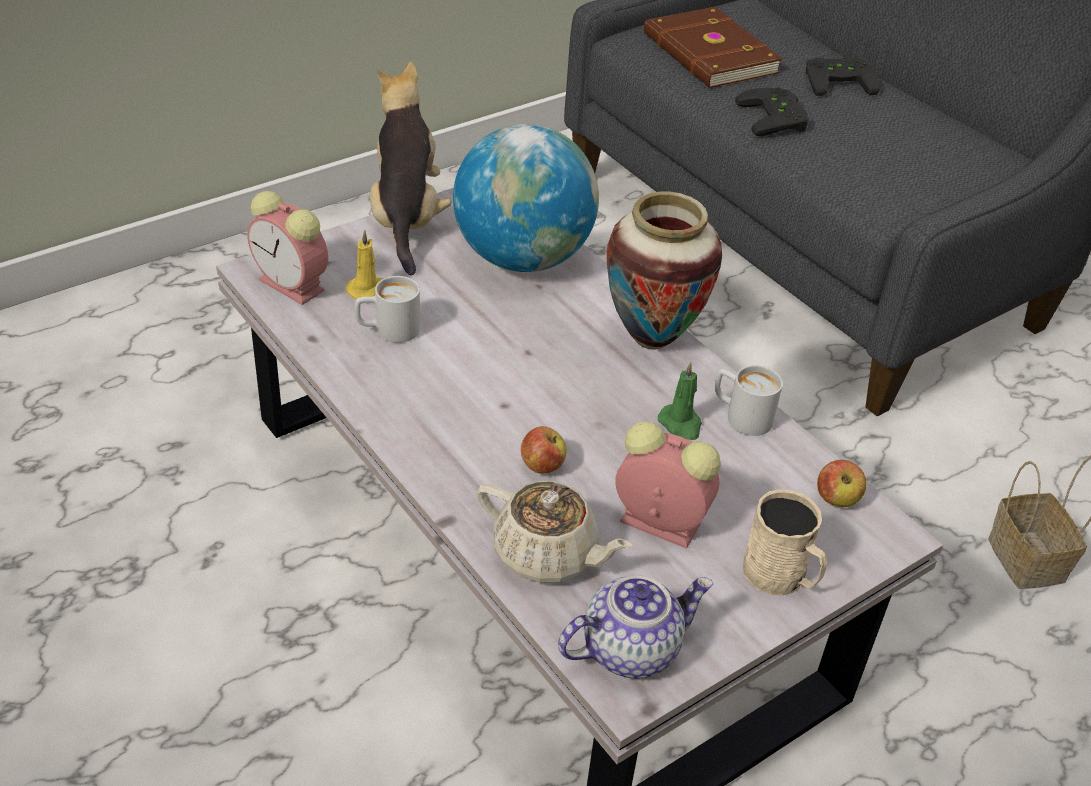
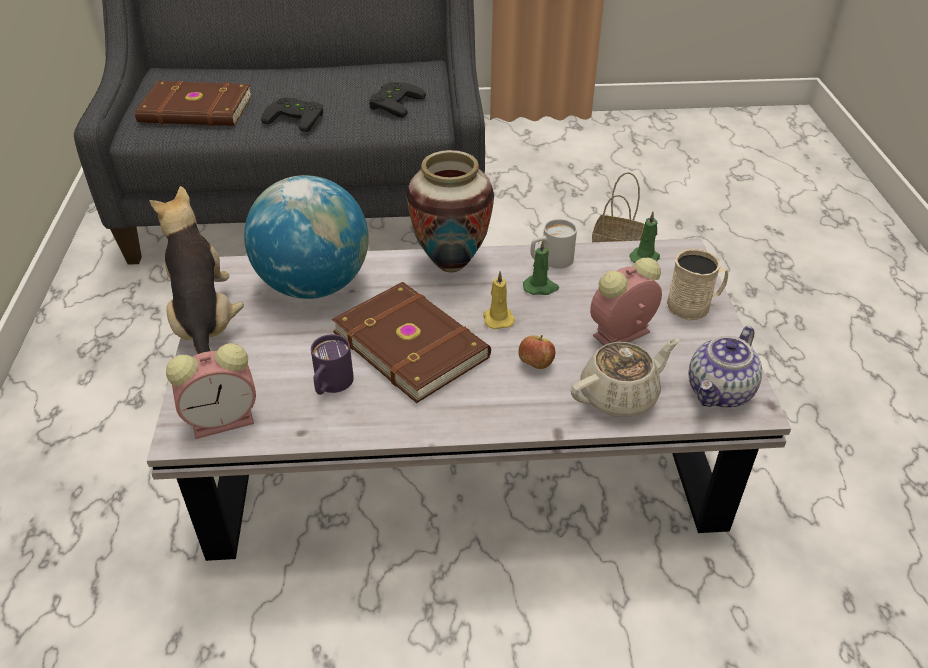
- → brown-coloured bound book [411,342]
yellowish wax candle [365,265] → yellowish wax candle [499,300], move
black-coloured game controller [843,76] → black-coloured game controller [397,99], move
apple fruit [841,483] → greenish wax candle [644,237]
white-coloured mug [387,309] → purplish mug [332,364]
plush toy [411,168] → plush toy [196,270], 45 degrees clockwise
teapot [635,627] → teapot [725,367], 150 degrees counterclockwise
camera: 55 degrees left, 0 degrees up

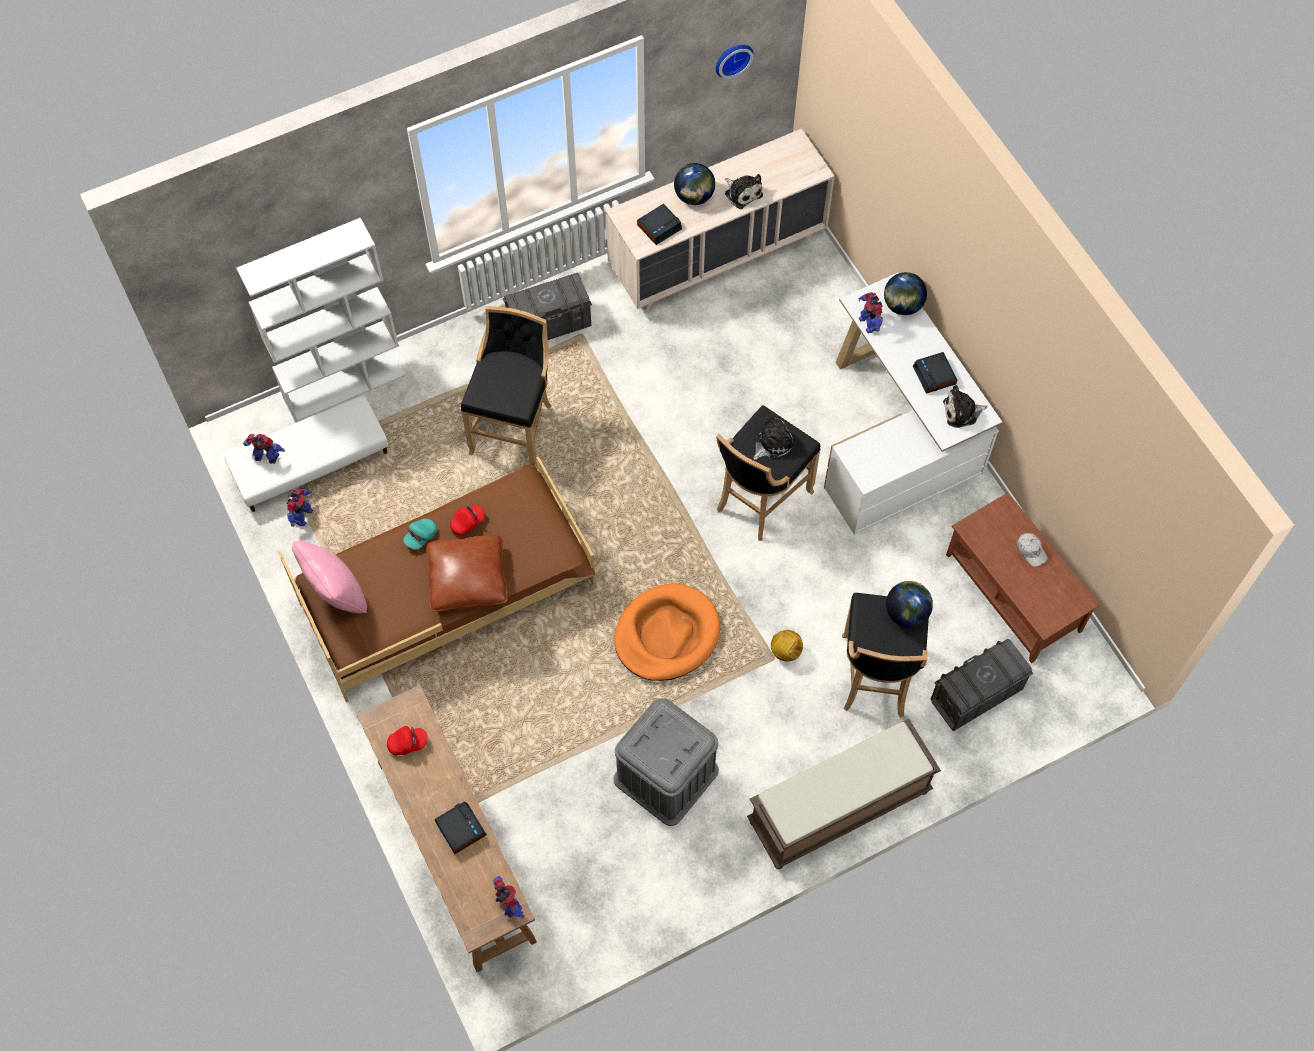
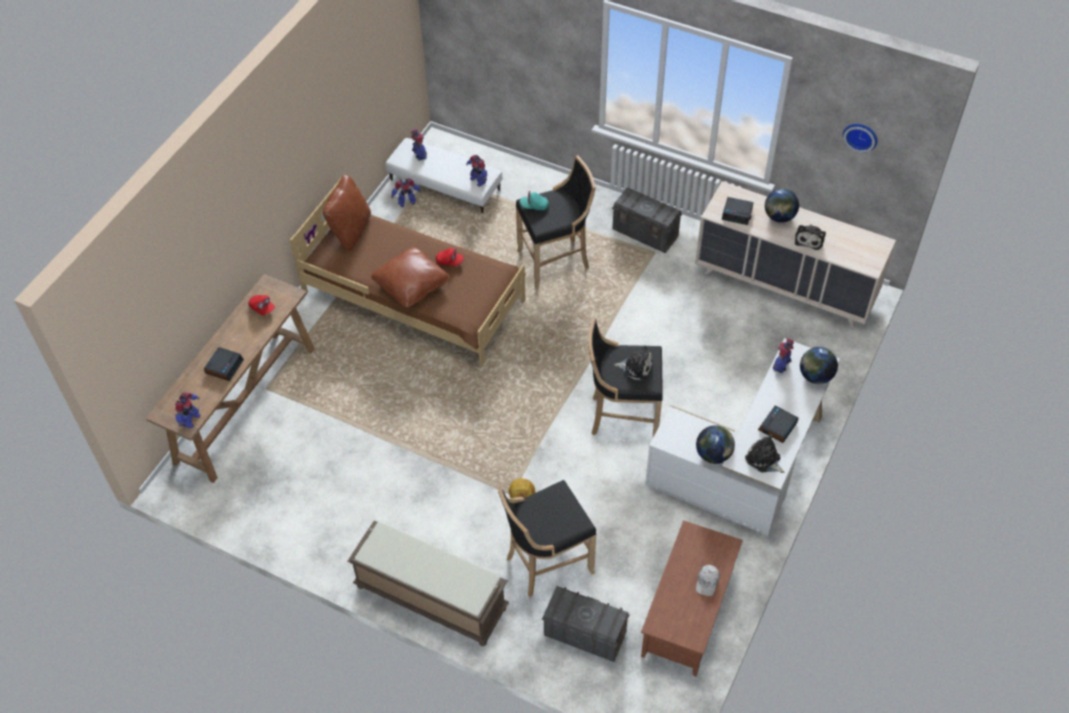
white-coloured bookcase [321,320] → -
gray storage bin [666,762] → -
orange-coloured pet bed [667,632] → -
- → model robot [476,171]
turquoise cap [420,534] → turquoise cap [534,200], move
globe [909,604] → globe [715,444], move
pink throw pillow [329,577] → brown-coloured throw pillow [347,212]
camera: 55 degrees right, 10 degrees down

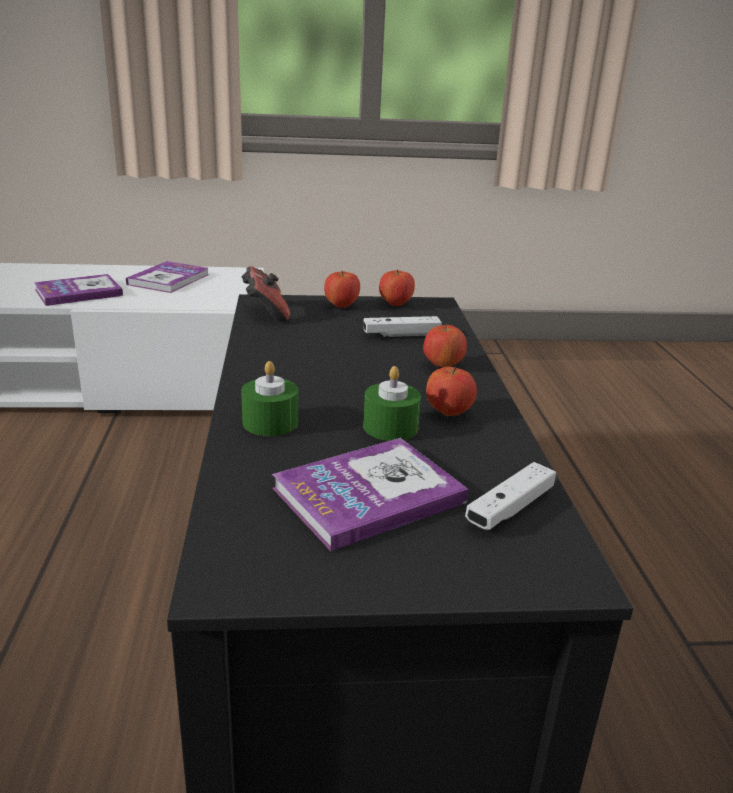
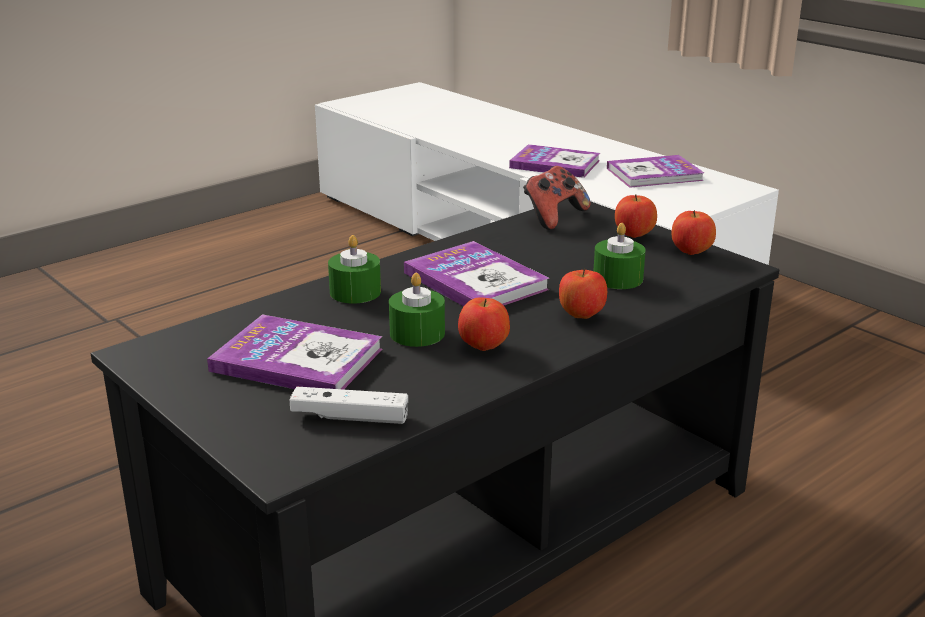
- → bound book [476,273]
white-coloured game controller [402,326] → greenish wax candle [619,256]
camera: 55 degrees right, 0 degrees up

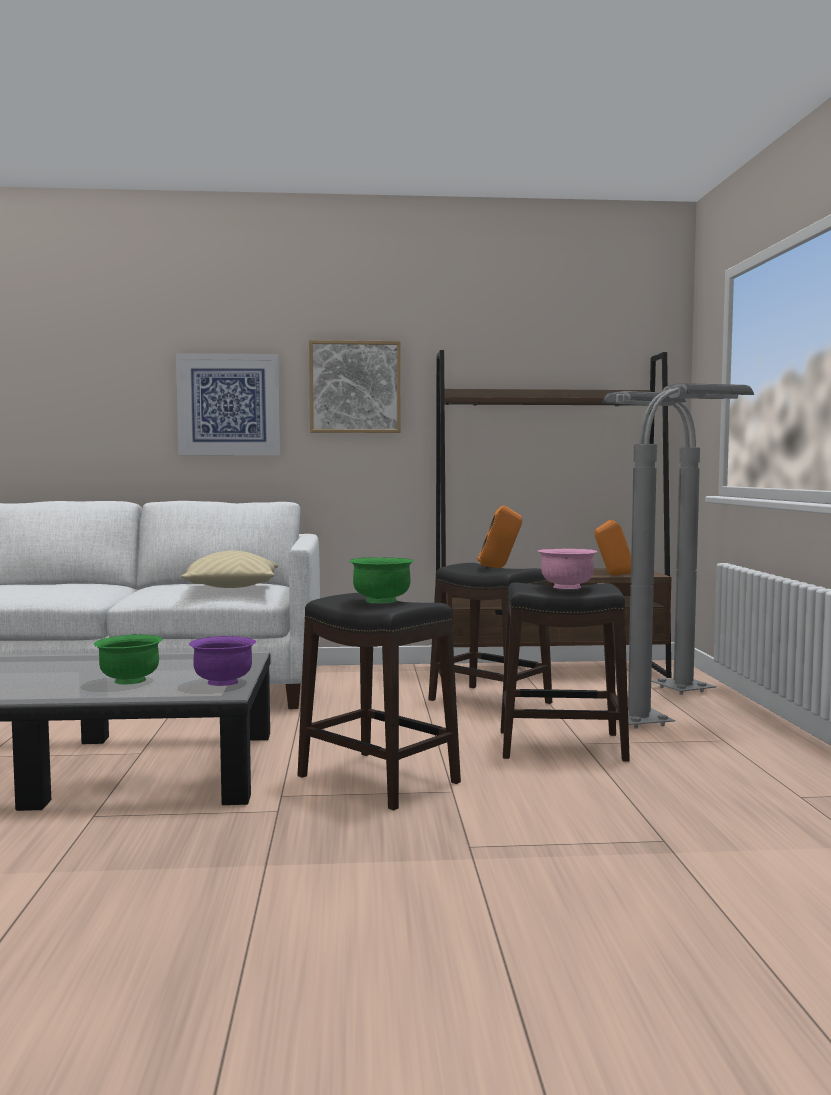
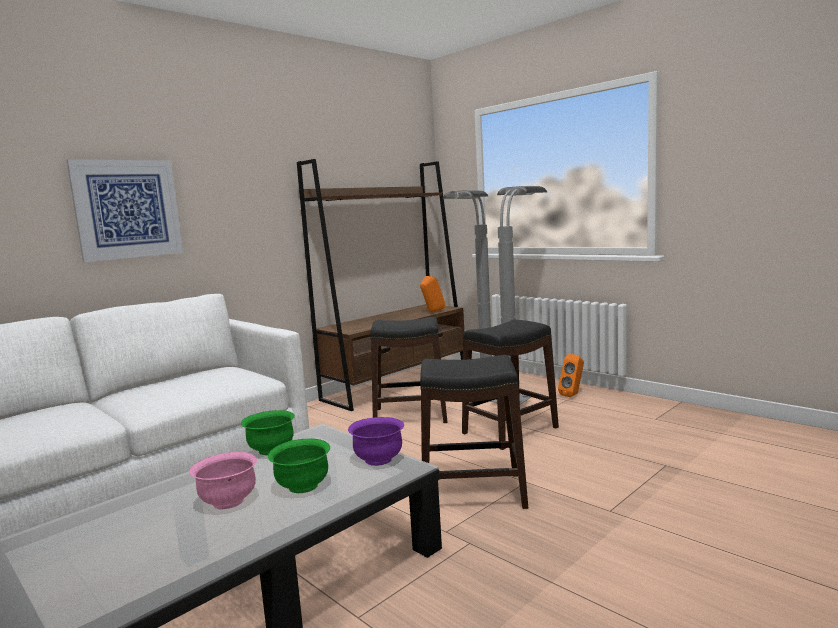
beige throw pillow [229,569] → -
wall art [355,386] → -
greenish deep dish [381,580] → greenish deep dish [268,432], move
orange-coloured speaker [500,536] → orange-coloured speaker [571,375], move
pink deep dish [567,568] → pink deep dish [223,480], move
camera: 40 degrees left, 5 degrees up

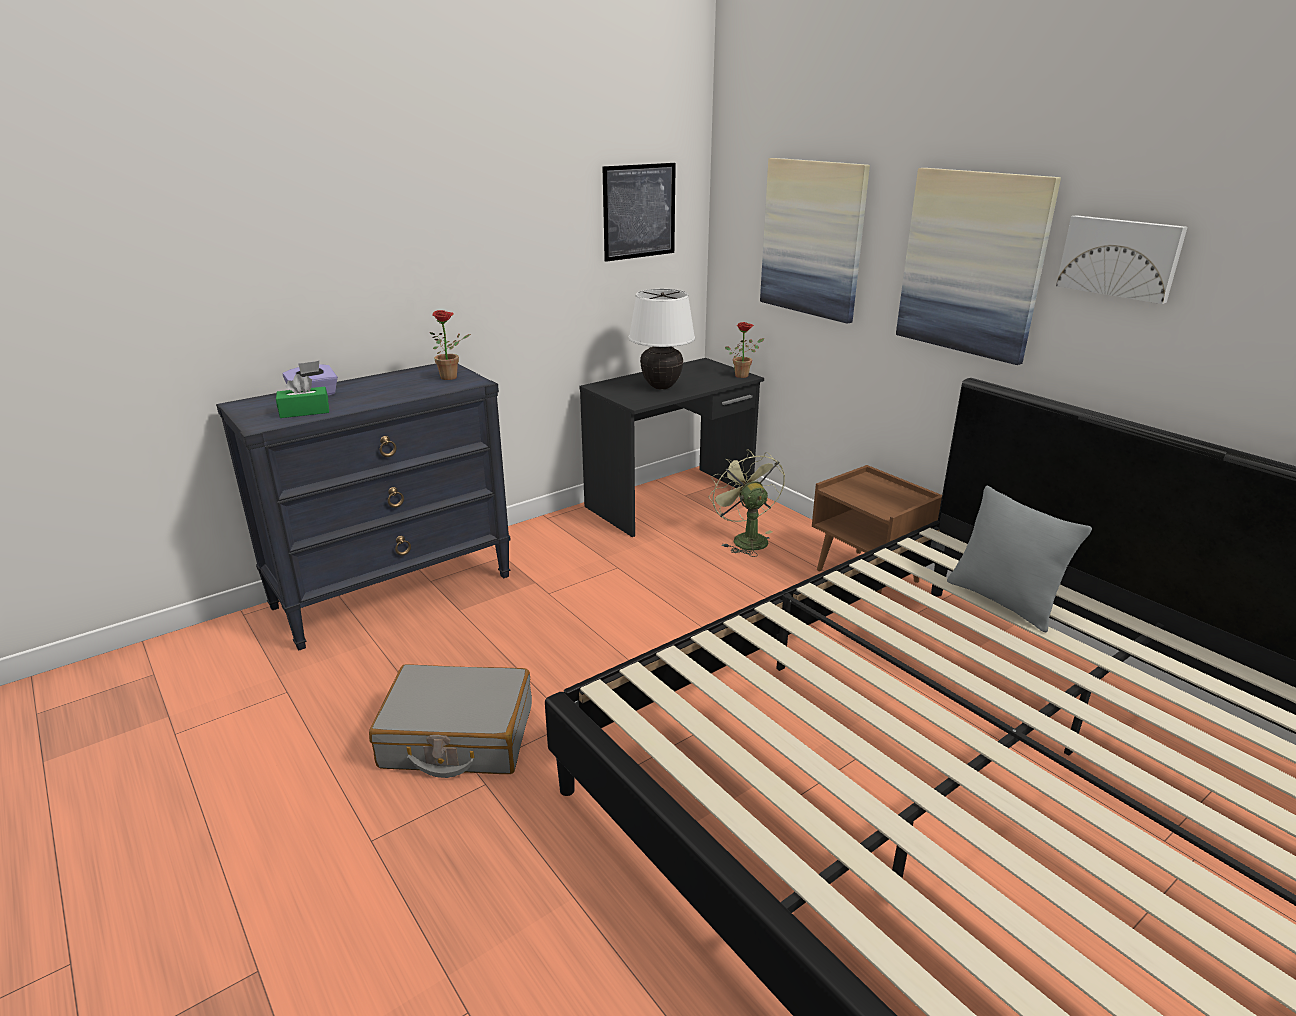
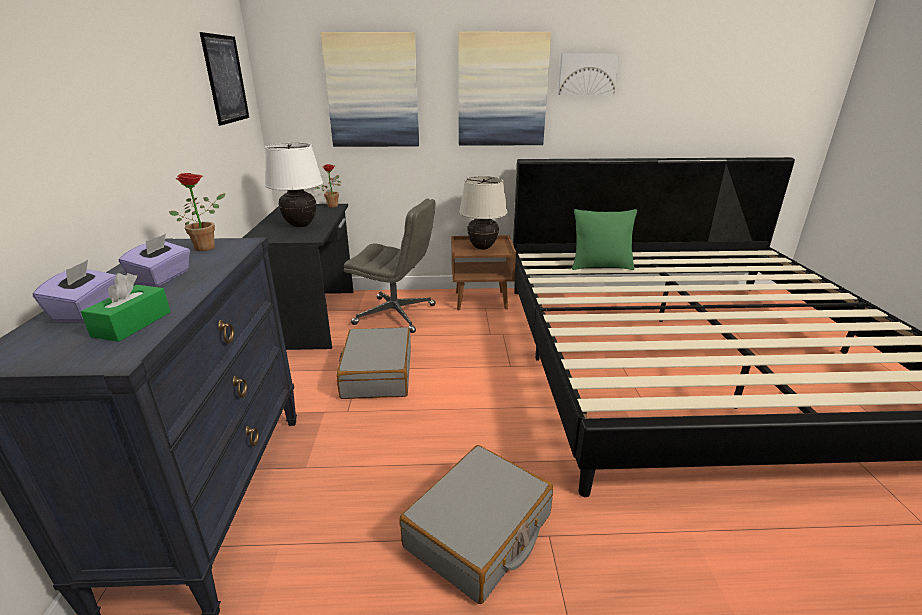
- → purplish box of tissues [154,260]
- → gray piece of luggage [374,363]
- → beige lamp for a table [483,213]
greenish electric fan [747,503] → gray desk chair [390,265]
gray throw pillow [1019,559] → greenish throw pillow [604,239]
camera: 55 degrees left, 0 degrees up

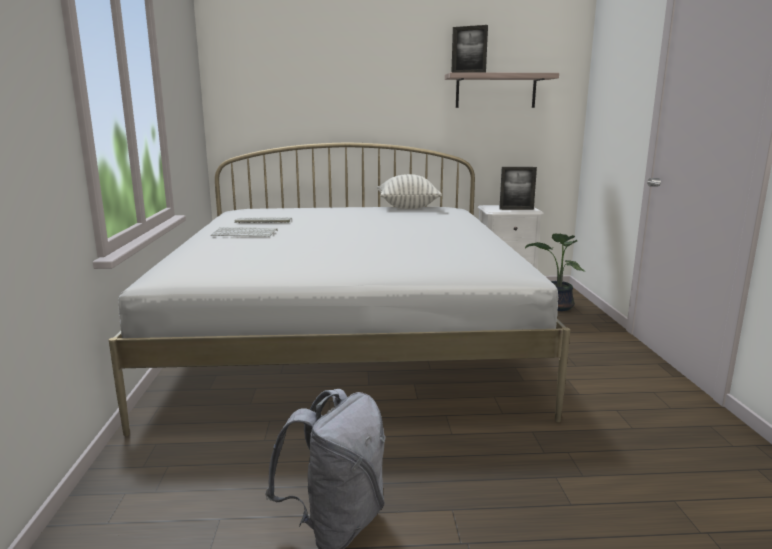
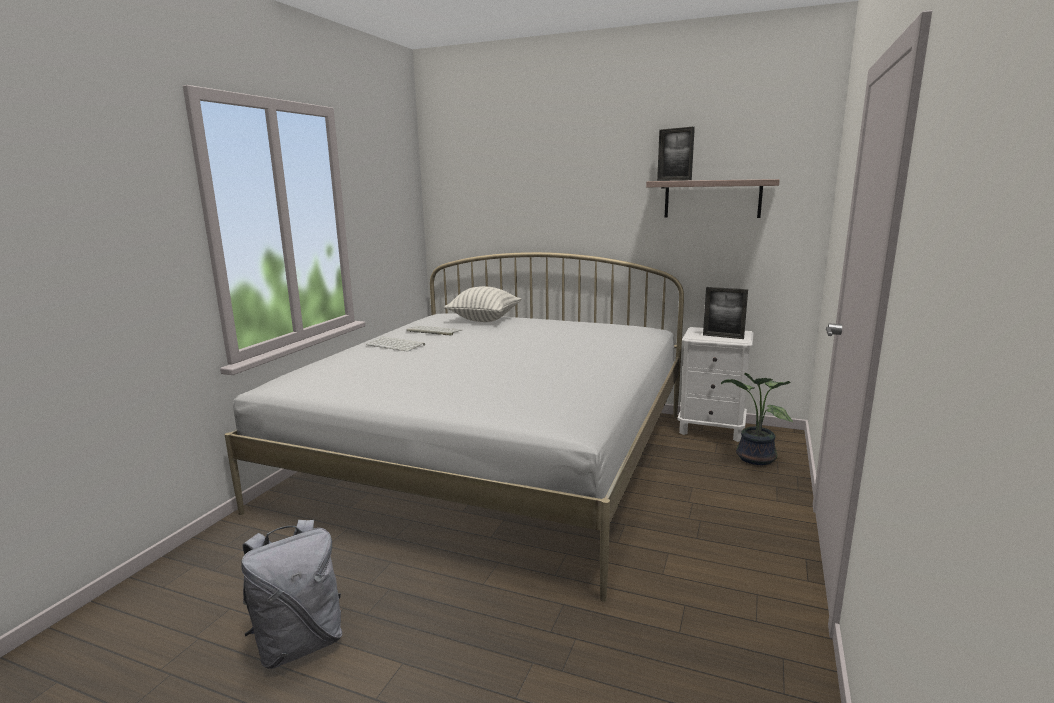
throw pillow [409,191] → throw pillow [482,304], move
camera: 25 degrees right, 0 degrees up

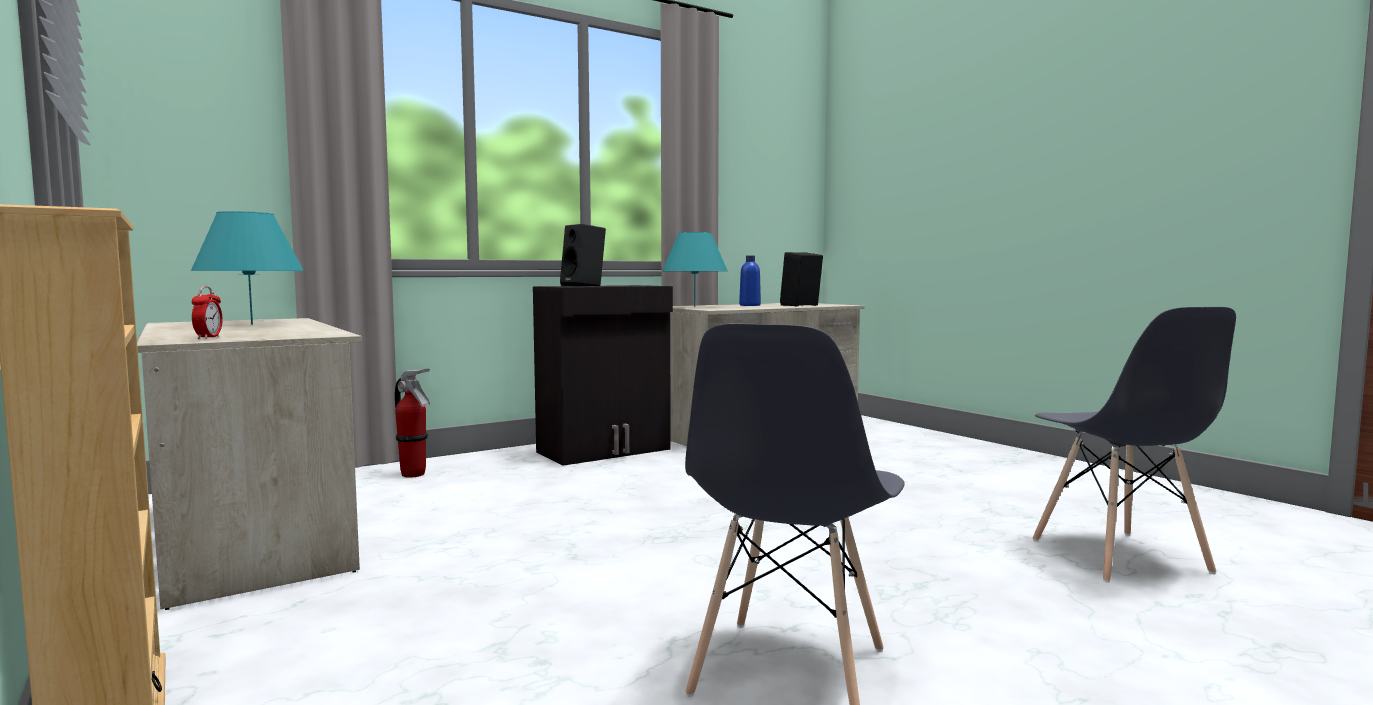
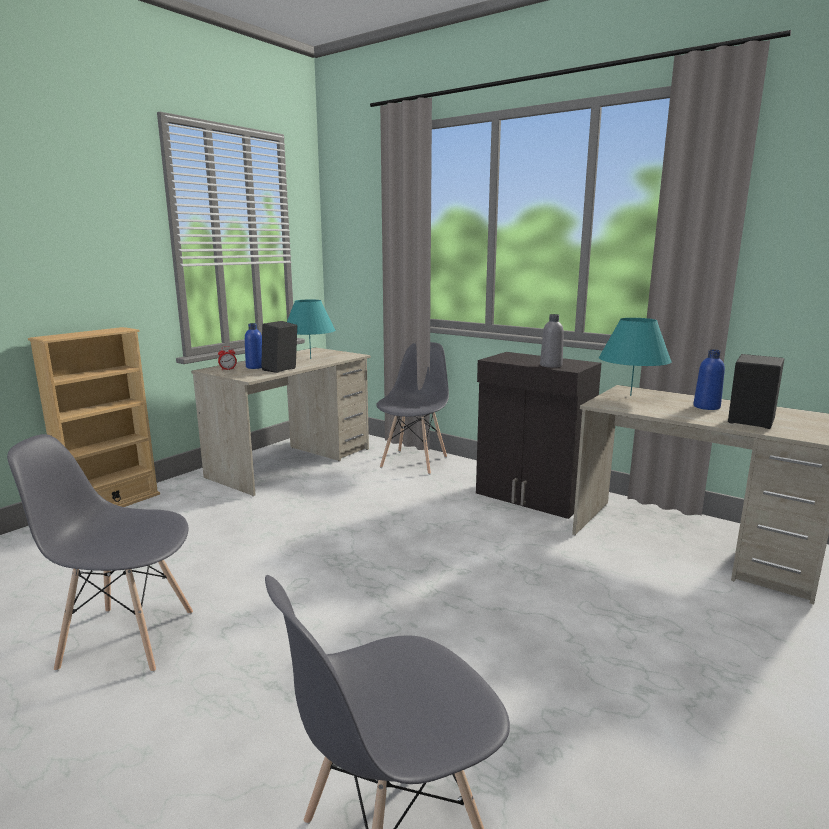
- → blue-coloured drink bottle [253,346]
- → gray drink bottle [552,341]
black-coloured speaker [583,255] → black-coloured speaker [279,347], move
fire-fighting cylinder [412,423] → gray plain chair [412,408]
camera: 70 degrees right, 10 degrees up

